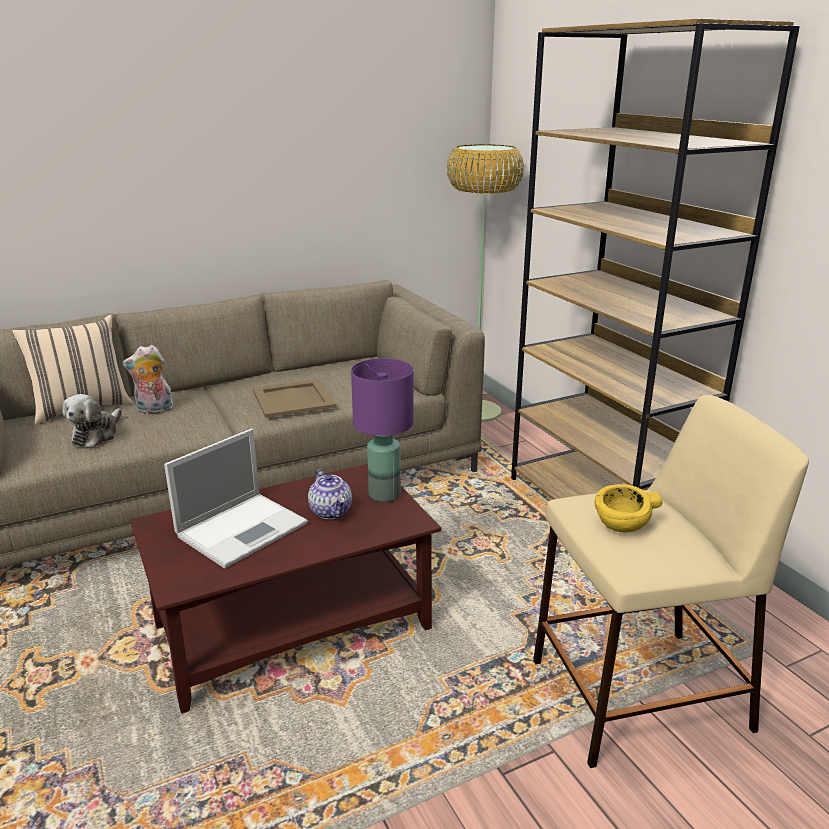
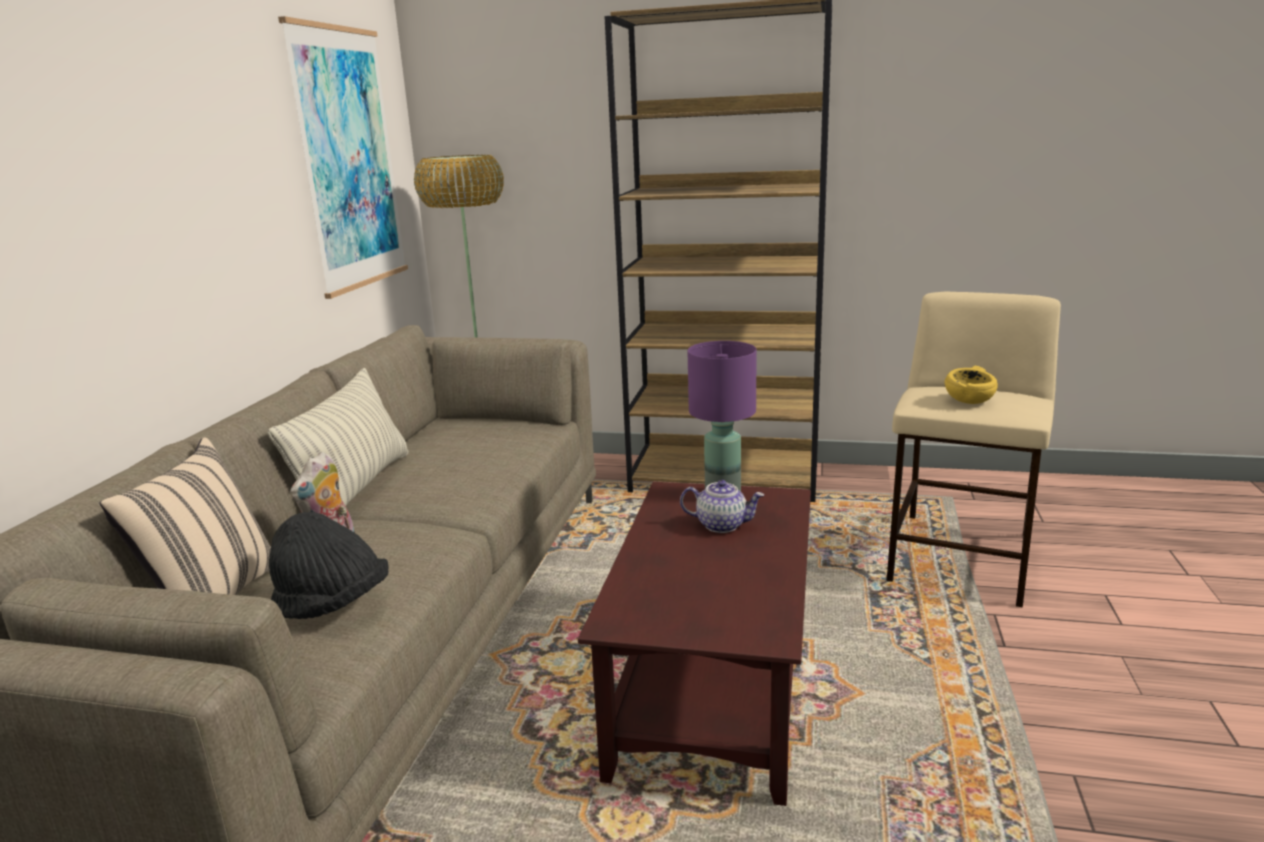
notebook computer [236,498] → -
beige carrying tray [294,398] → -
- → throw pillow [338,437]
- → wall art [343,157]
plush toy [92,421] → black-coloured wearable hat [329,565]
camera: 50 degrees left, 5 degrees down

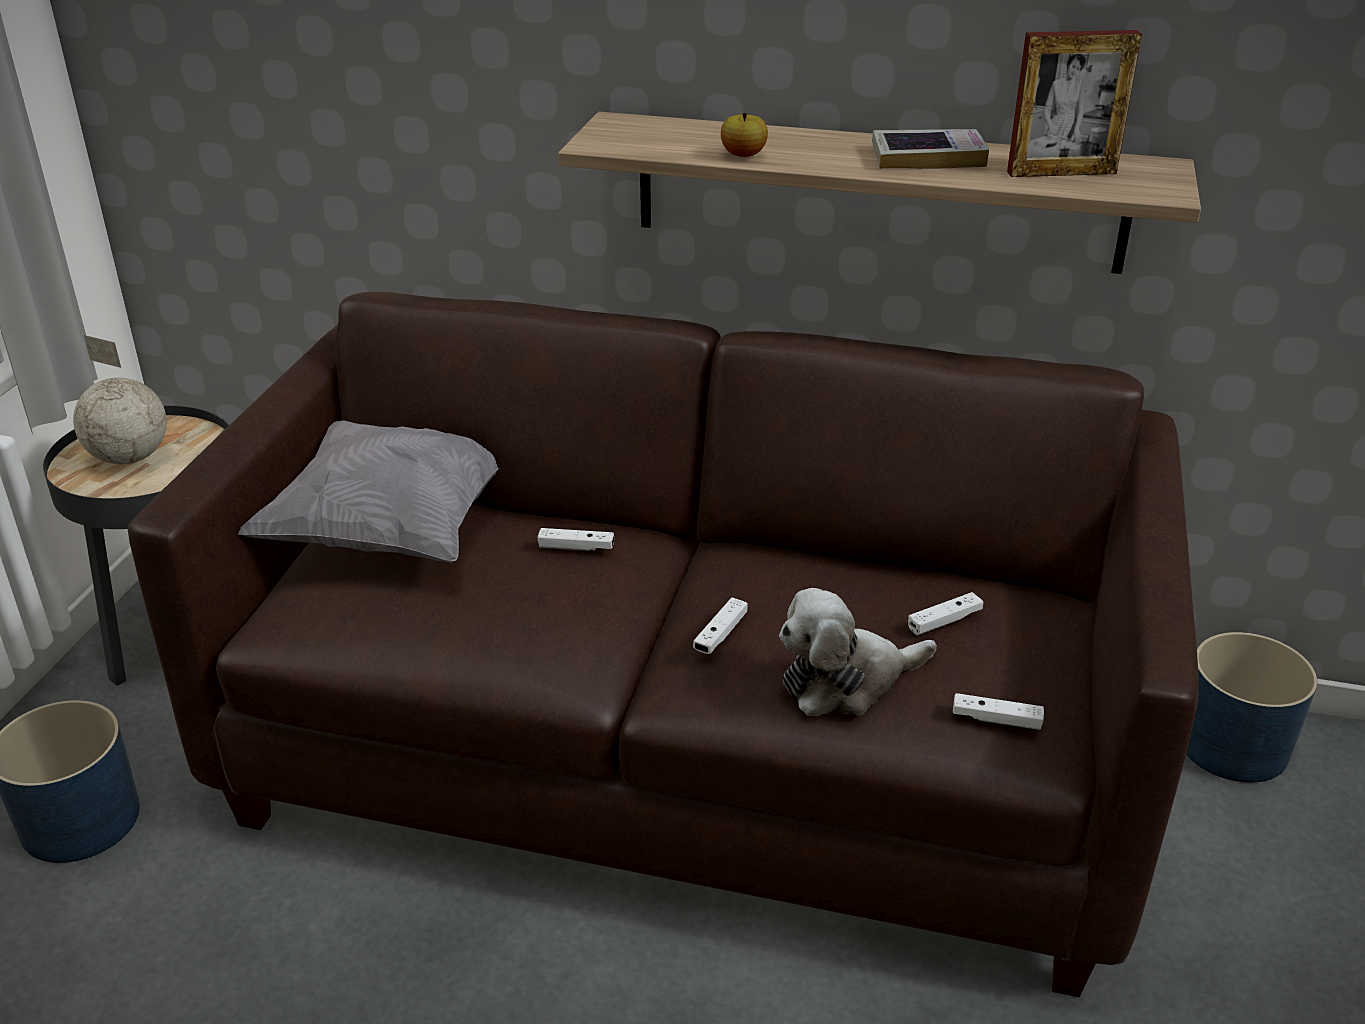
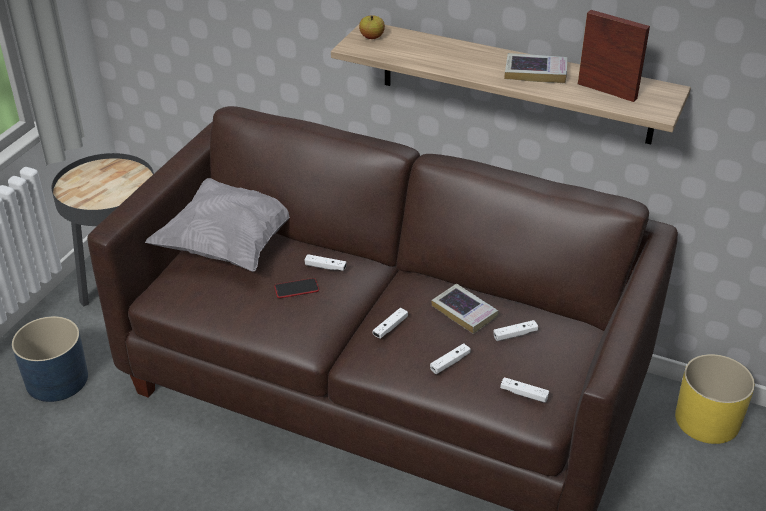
globe [120,399] → -
- → handset [296,288]
- → bound book [465,309]
apple fruit [744,135] → apple fruit [372,27], move
plush toy [857,652] → white-coloured game controller [450,358]
blue-coloured planter [1251,707] → yellowish planter [715,399]
photo frame [1074,103] → photo frame [614,56], 150 degrees counterclockwise
camera: 10 degrees right, 5 degrees up

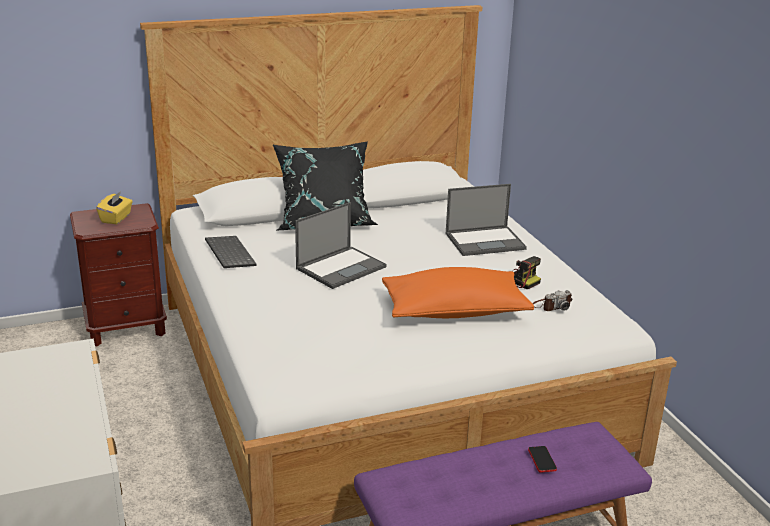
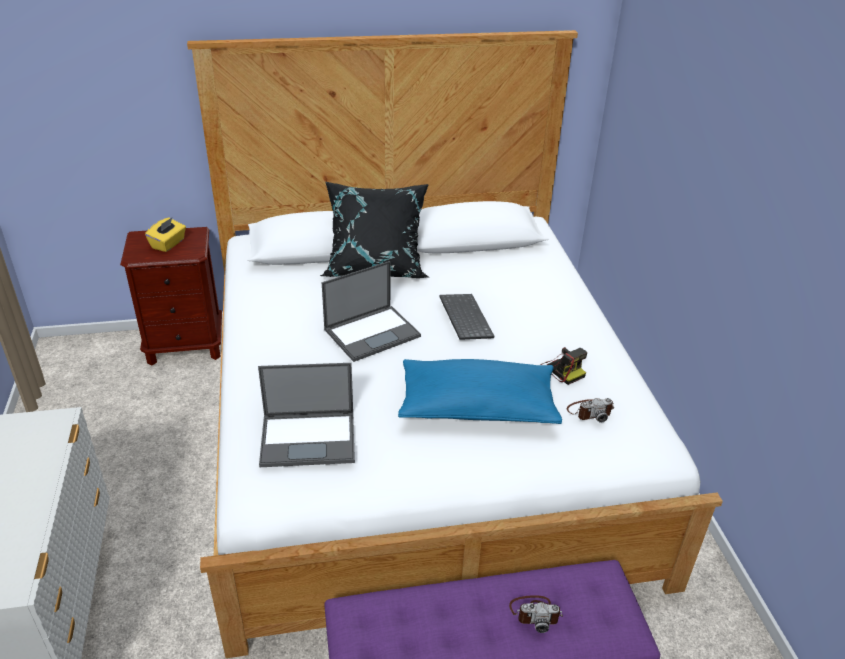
keyboard [230,252] → keyboard [466,317], move
notebook computer [486,220] → notebook computer [306,415], move
handset [542,459] → photo camera [536,614]
orange-coloured throw pillow [458,292] → blue-coloured throw pillow [480,391]
camera: 10 degrees right, 10 degrees up

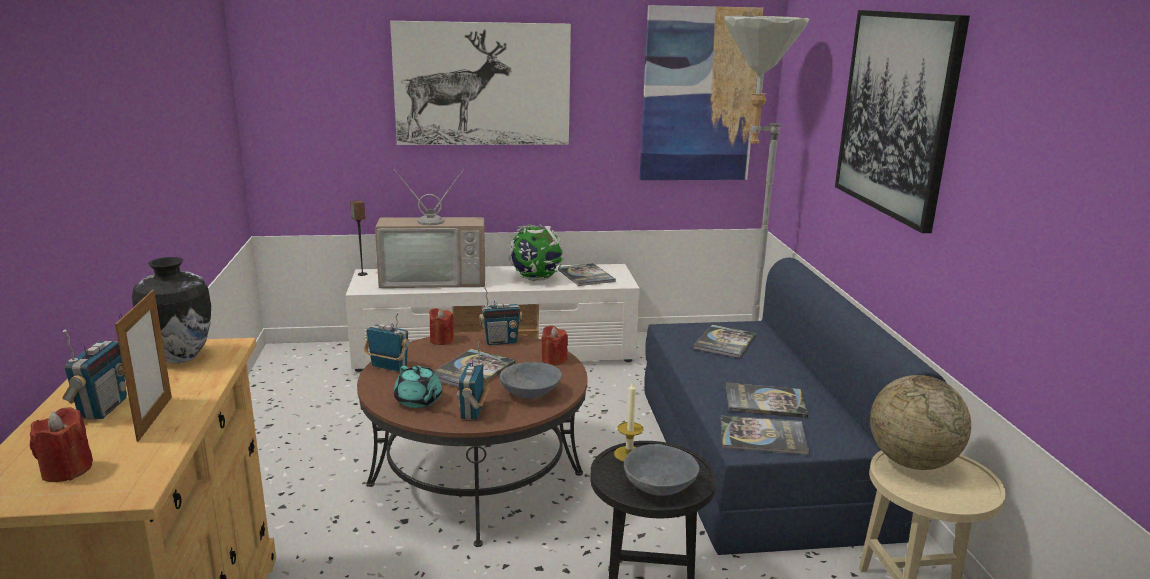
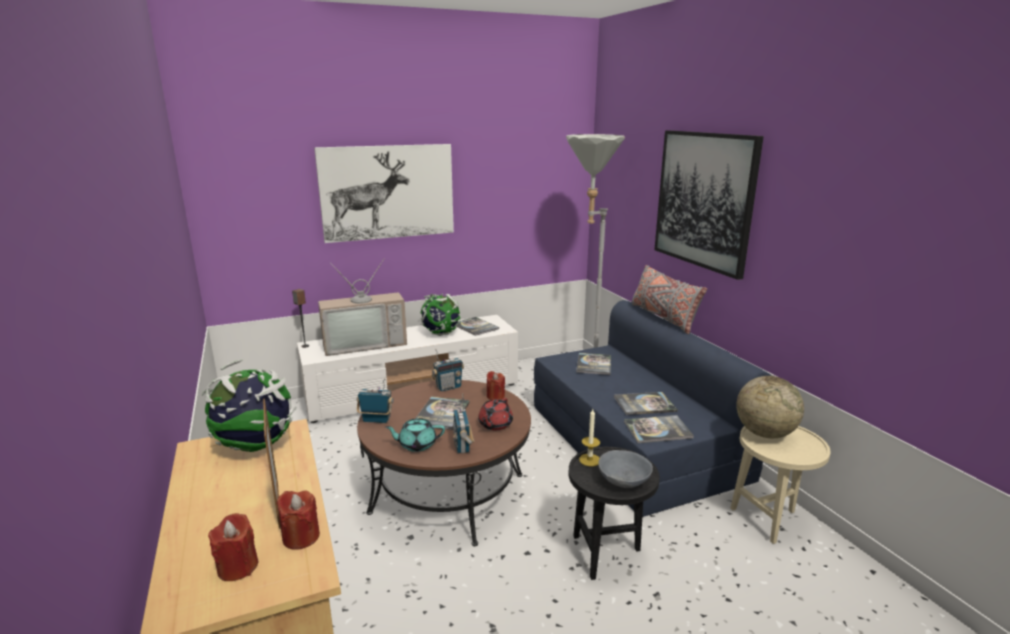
radio set [94,375] → -
wall art [701,92] → -
- → gray throw pillow [669,299]
red wax candle [441,326] → red wax candle [298,520], move
decorative vase [171,310] → globe [249,405]
gray deep dish [531,380] → red teapot [495,414]
turquoise teapot [418,387] → turquoise teapot [415,435], 135 degrees clockwise
camera: 15 degrees left, 0 degrees up

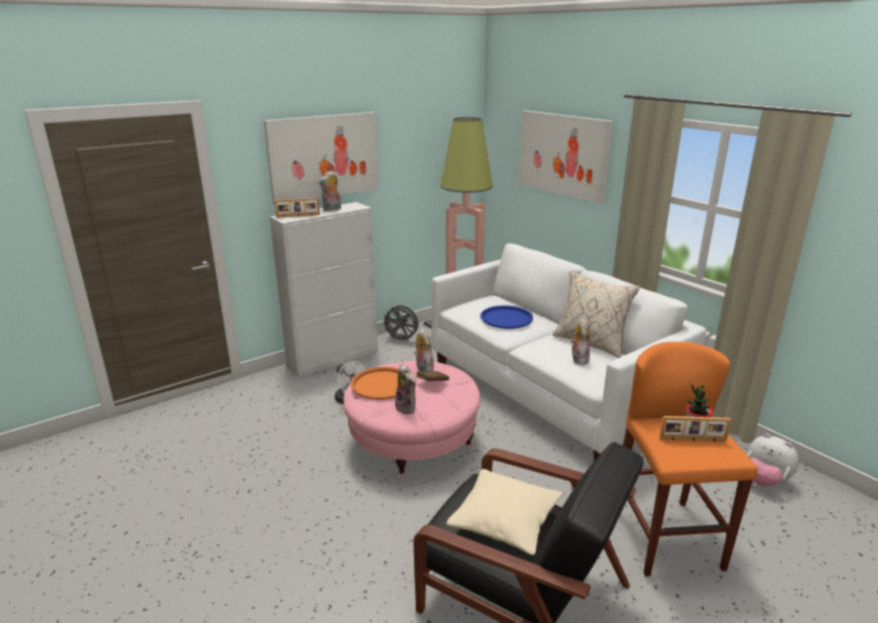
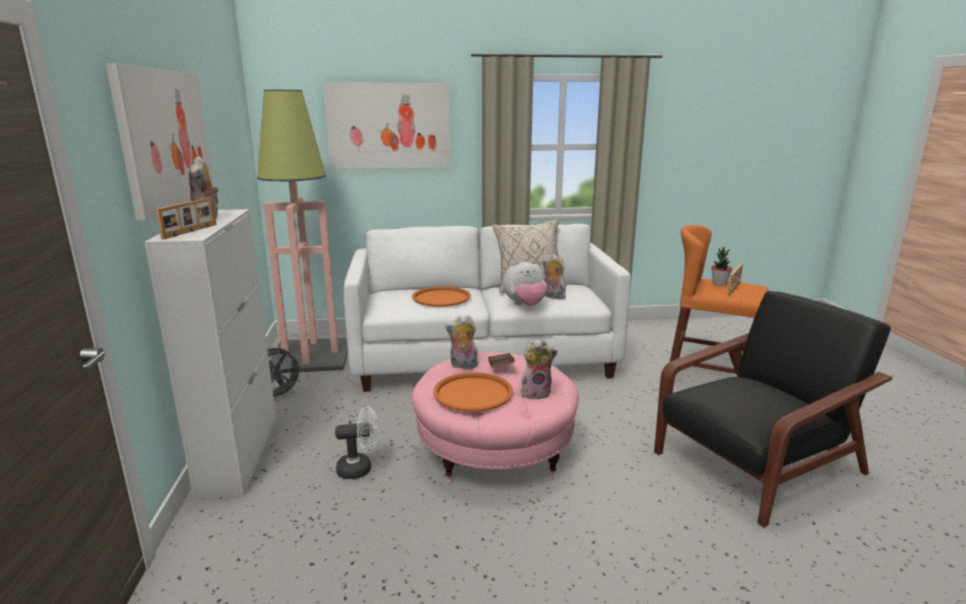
beige throw pillow [504,512] → -
plush toy [773,459] → plush toy [525,283], move
blue-coloured carrying tray [506,317] → orange-coloured carrying tray [441,296]
camera: 60 degrees left, 5 degrees down

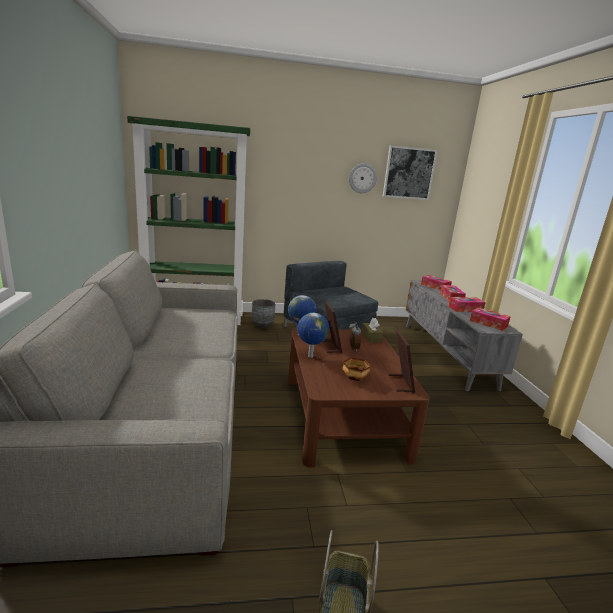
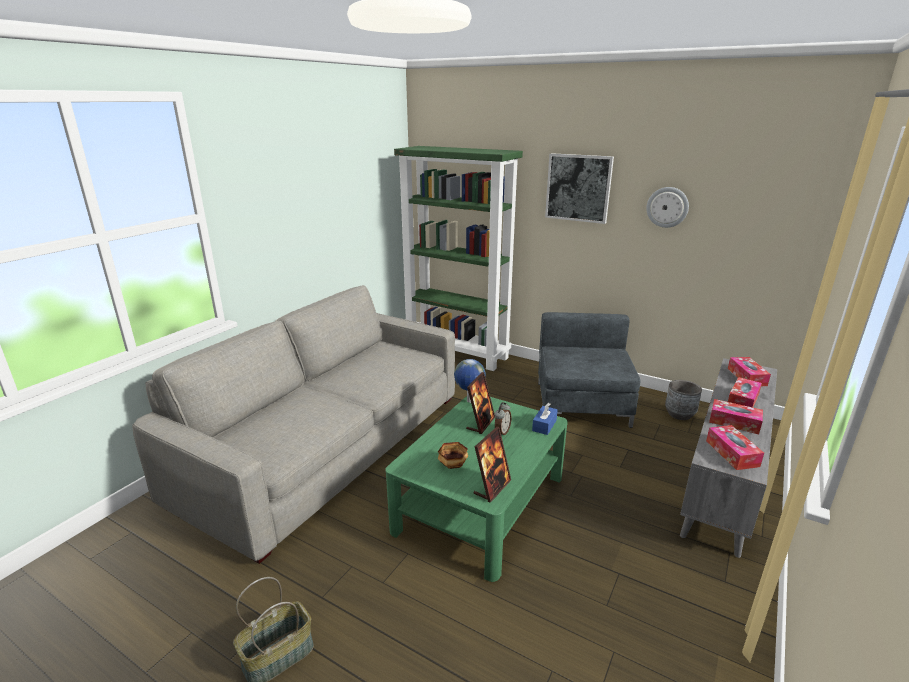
globe [313,335] → -
gray planter [263,313] → gray planter [683,400], move
wall art [410,172] → wall art [579,188], move
brown-coloured lounge table [359,397] → greenish lounge table [476,489]
brown-coloured box of tissues [372,330] → blue-coloured box of tissues [545,419]
camera: 40 degrees right, 5 degrees up

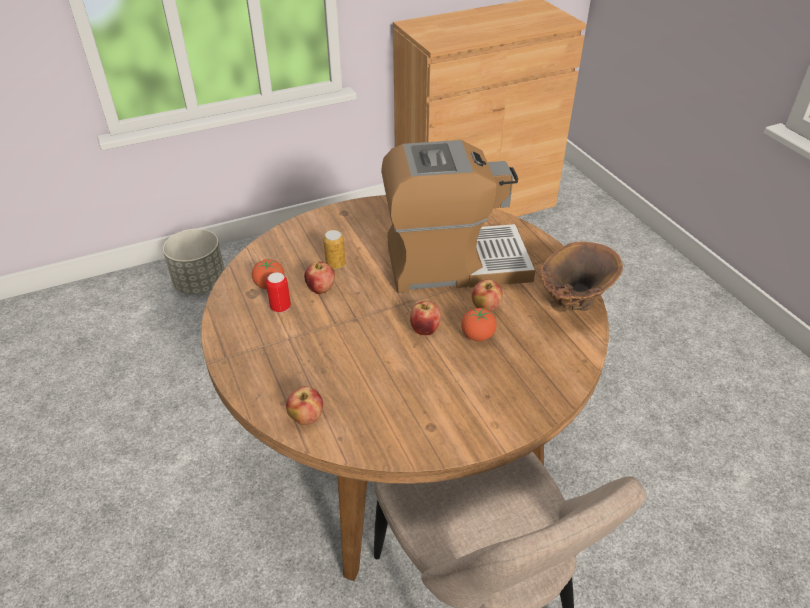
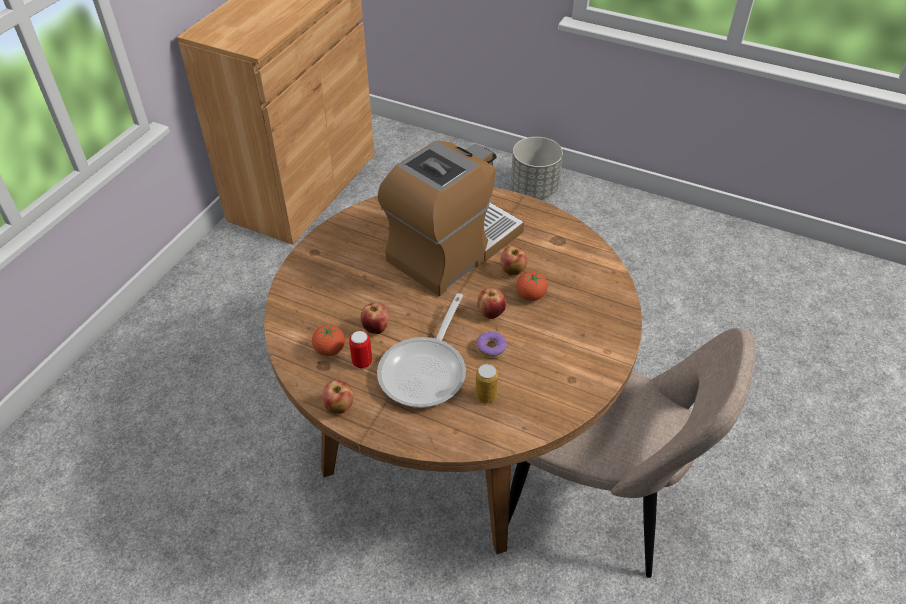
brown-coloured decorative vase [581,276] → -
- → skillet [421,350]
- → doughnut [491,345]
gray planter [194,262] → gray planter [537,167], move
apple fruit [304,405] → apple fruit [338,397], move
metal can [334,249] → metal can [486,384], move
camera: 40 degrees left, 5 degrees up

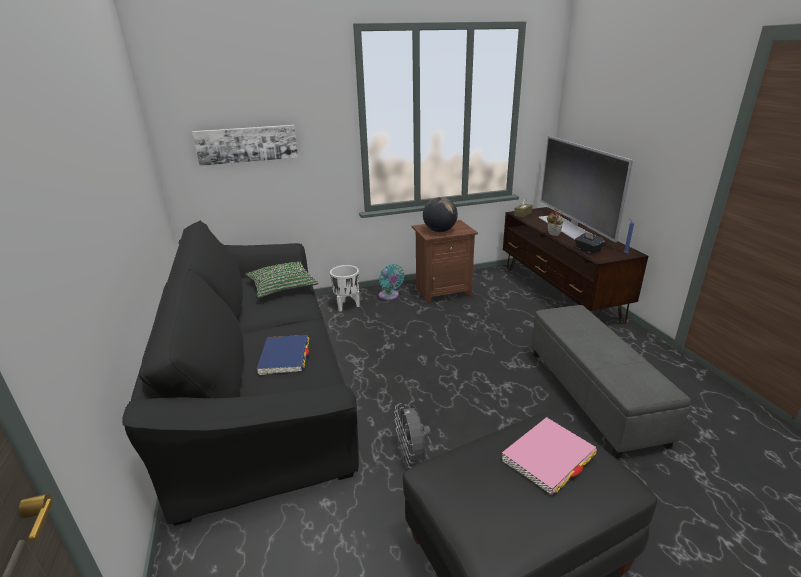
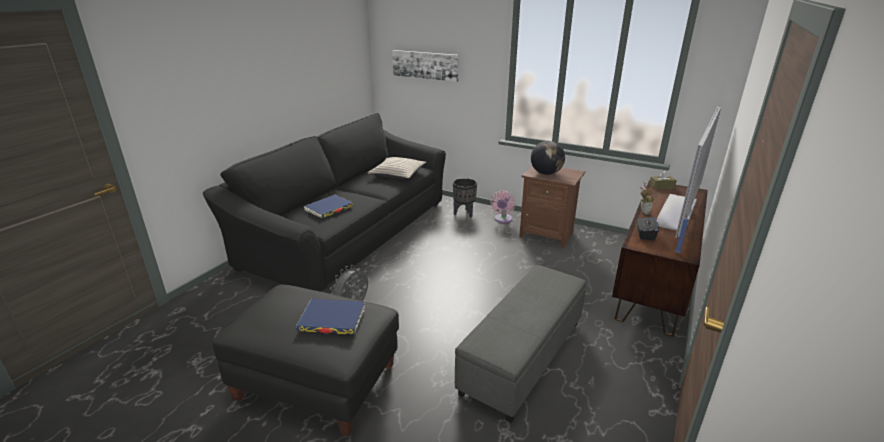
greenish throw pillow [281,279] → beige throw pillow [397,168]
white-coloured planter [345,288] → black-coloured planter [465,197]
turquoise electric fan [392,282] → pink electric fan [503,207]
pink bound book [549,456] → blue-coloured bound book [331,316]
camera: 45 degrees right, 0 degrees up

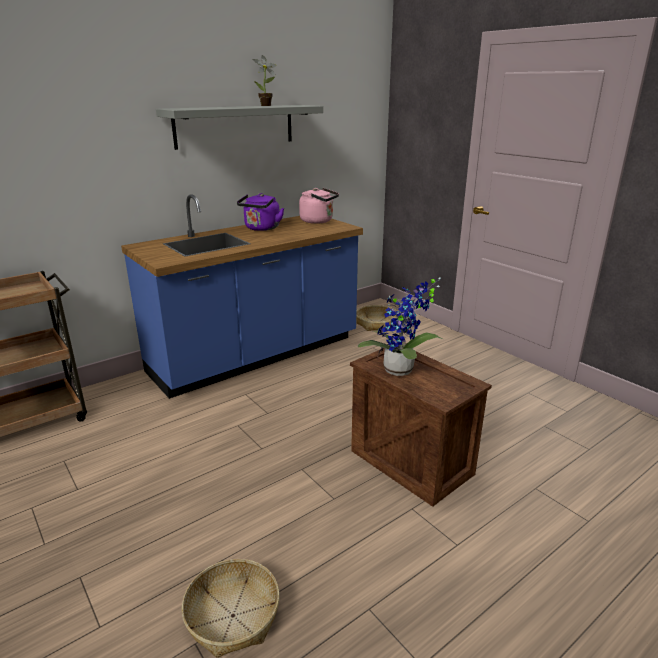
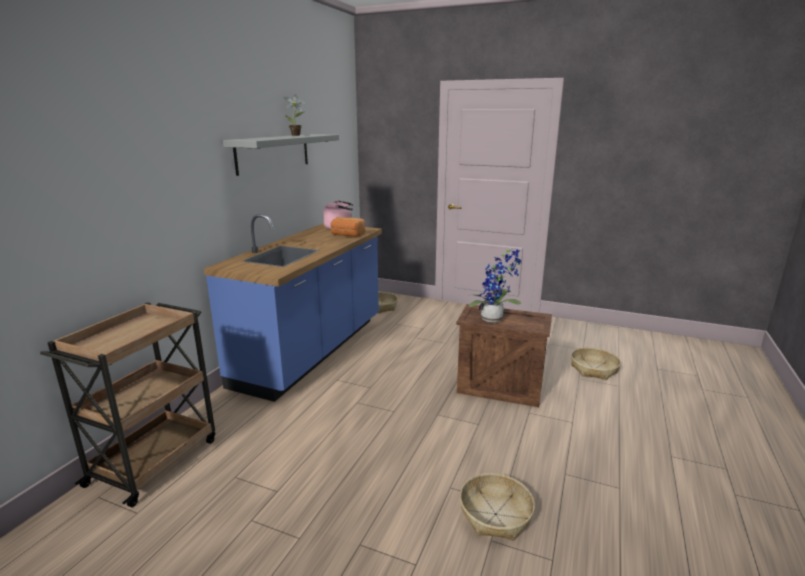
purplish water kettle [260,212] → -
- → bakery bread [347,227]
- → basket [596,363]
camera: 30 degrees left, 5 degrees down

